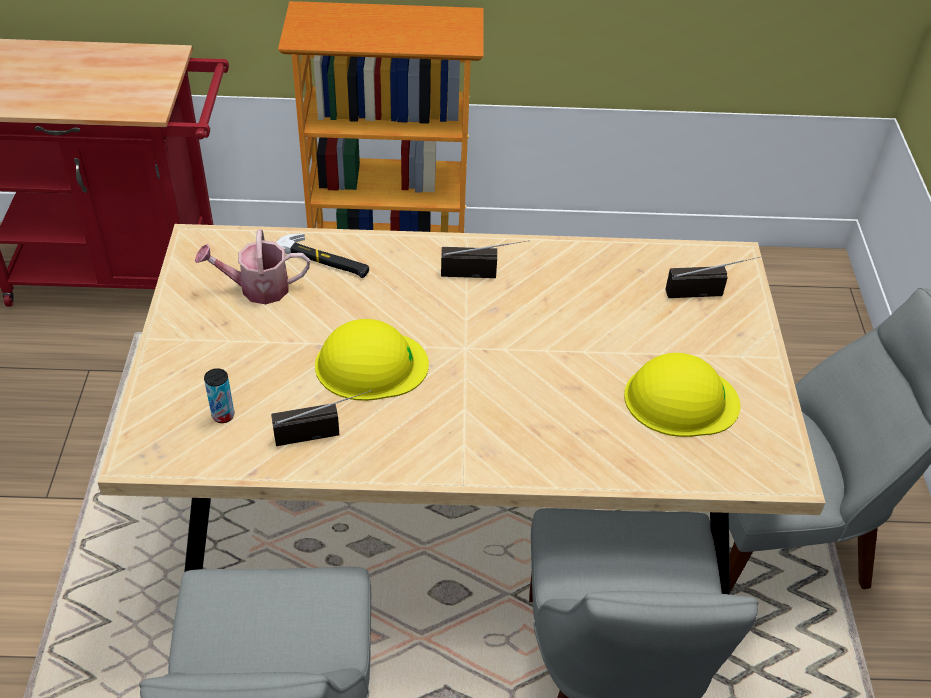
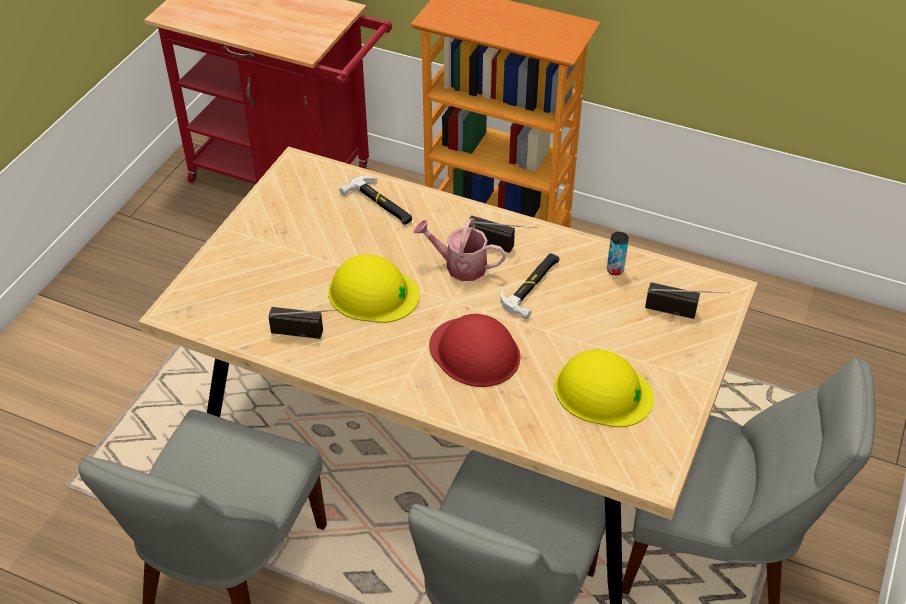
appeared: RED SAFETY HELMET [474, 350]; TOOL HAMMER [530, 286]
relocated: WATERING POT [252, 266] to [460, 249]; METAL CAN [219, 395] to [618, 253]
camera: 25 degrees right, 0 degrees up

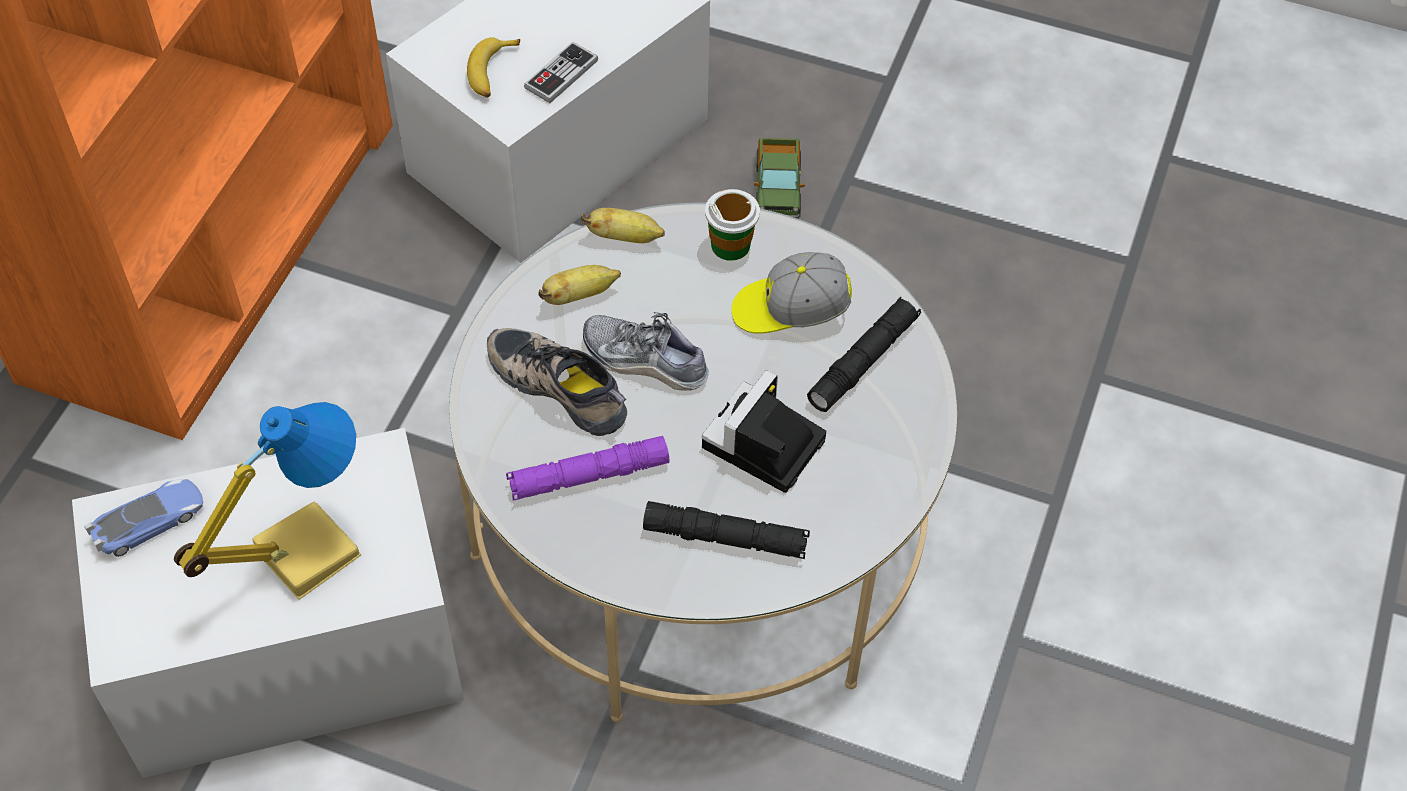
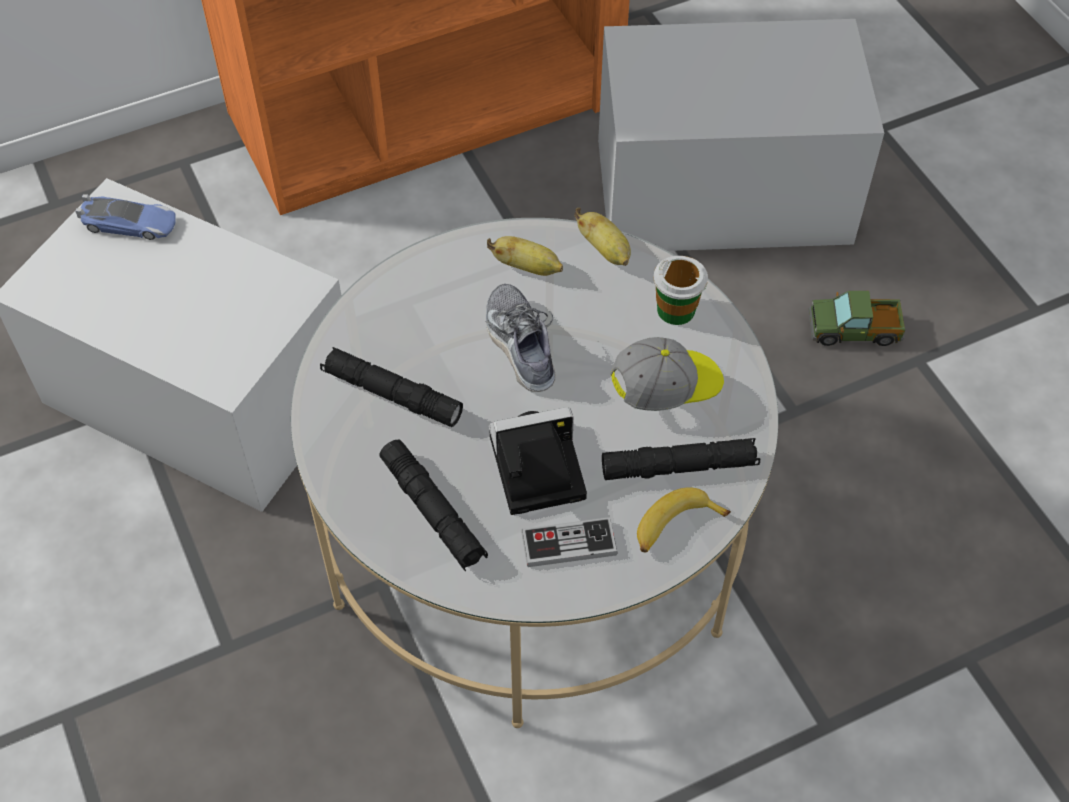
missing: TABLETOP LAMP [267, 501]; LOW SHOE [557, 382]
relocated: GAME CONTROLLER [561, 72] to [569, 542]; BANANA FRUIT [493, 67] to [684, 519]
colour: PURPLISH TORCH [588, 468] to BLACKISH TORCH [391, 387]
spun: PEAKED CAP [792, 292] = [667, 374] 120 degrees clockwise; TOY TRUCK [779, 178] = [856, 318] 45 degrees clockwise
camera: 45 degrees right, 0 degrees up

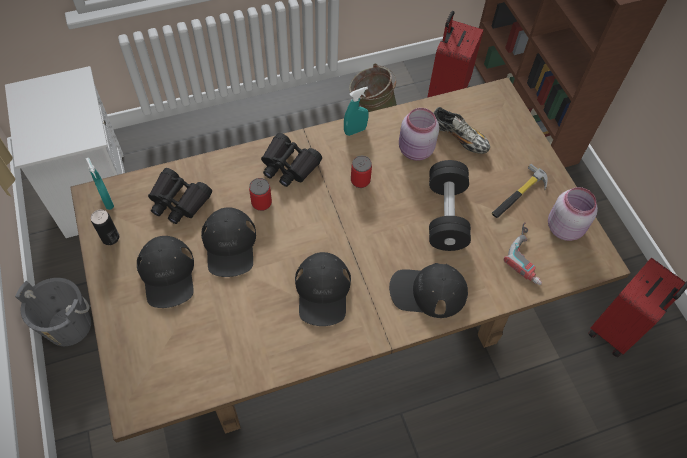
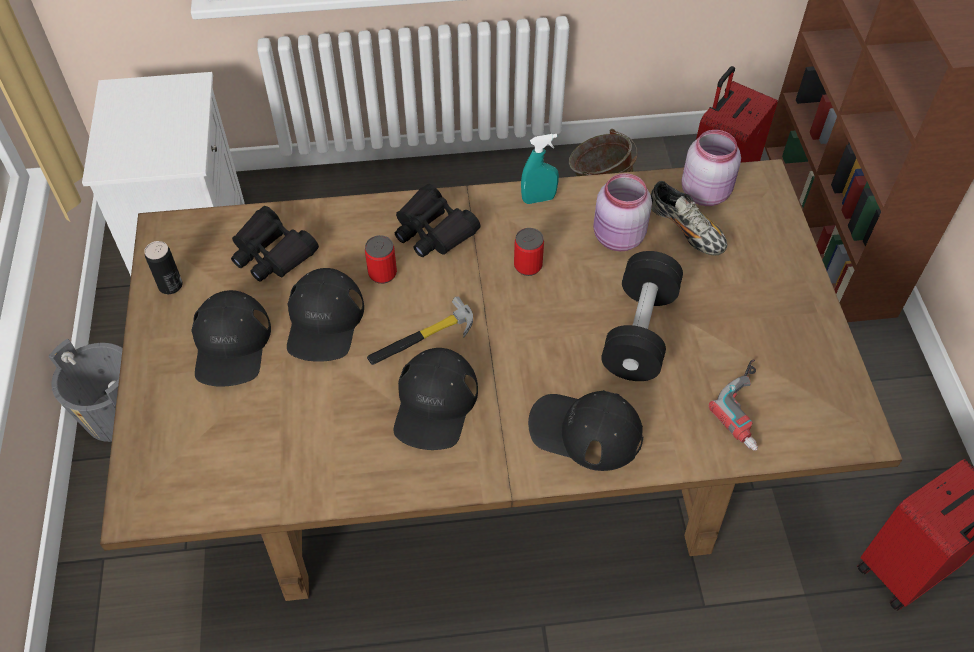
missing: TURQUOISE-COLOURED SPRAY BOTTLE [100, 184]
relocated: TOOL HAMMER [520, 191] to [420, 331]; PINKISH PRESERVE JAR [573, 214] to [711, 168]
camera: 15 degrees right, 5 degrees down

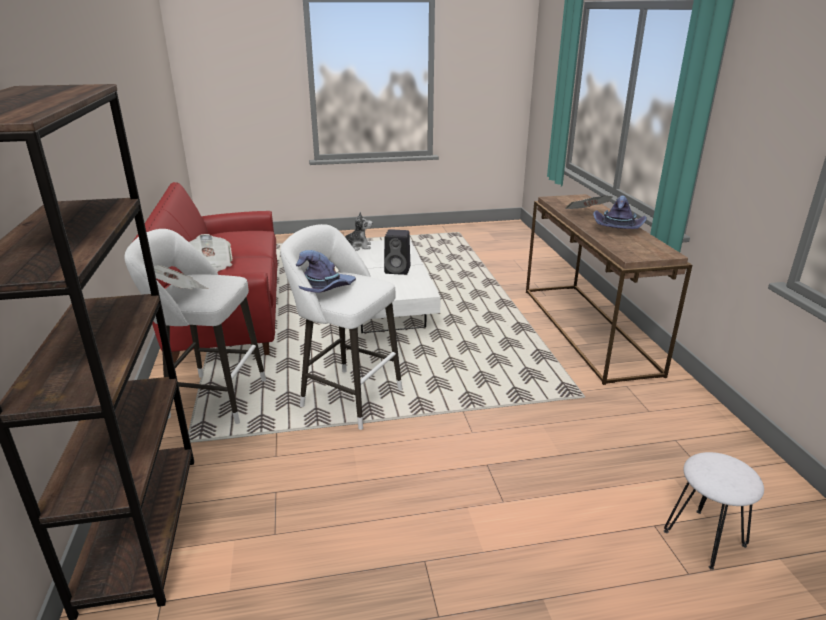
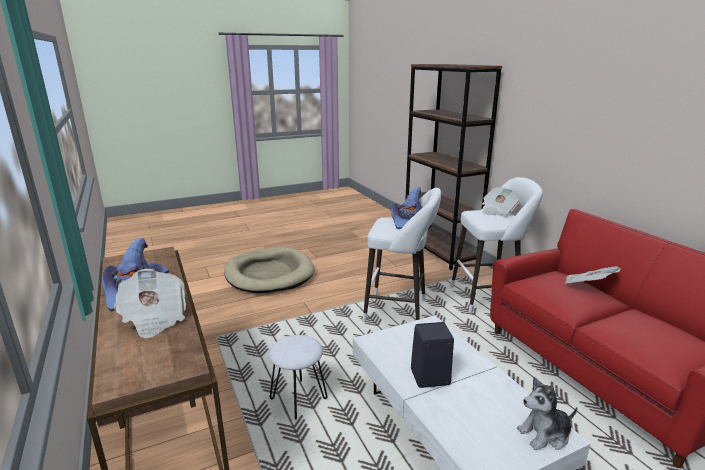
appeared: SAND-COLOURED DOG BED [269, 270]
relocated: WHITE-COLOURED STOOL SEAT [714, 511] to [298, 377]
camera: 165 degrees right, 5 degrees down

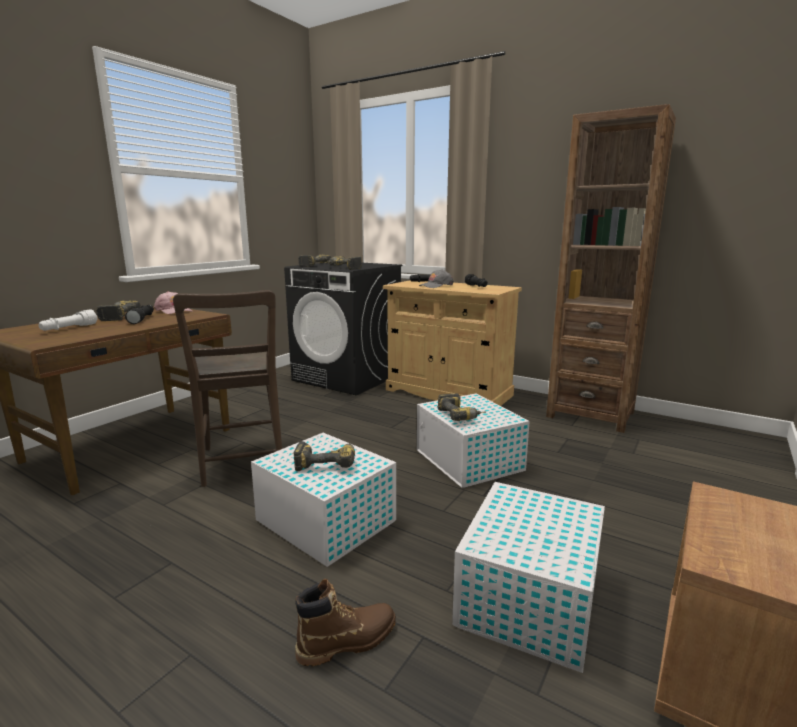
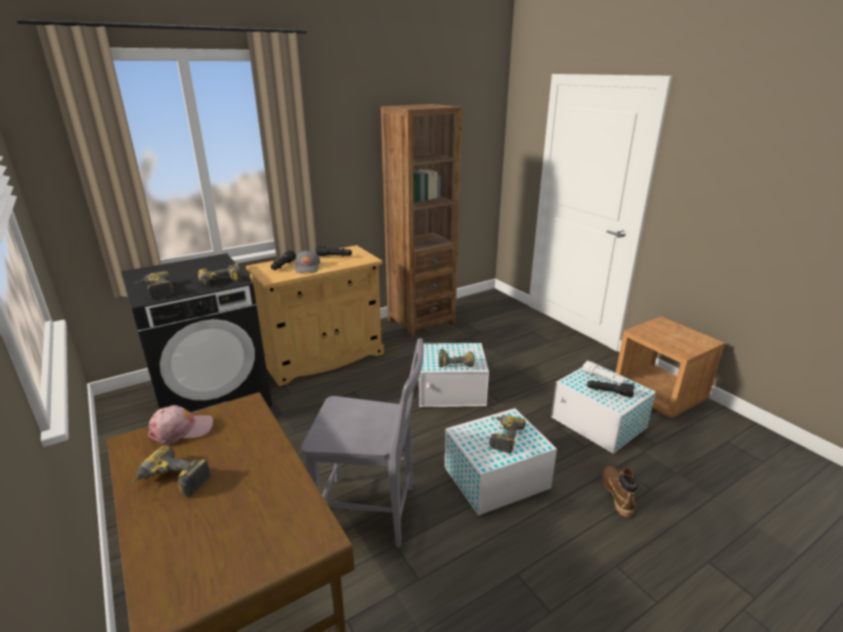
relocated: WHITE-COLOURED TORCH [68, 320] to [603, 373]; BLACKISH TORCH [139, 314] to [611, 388]
colour: BROWN-COLOURED PLAIN CHAIR [227, 388] to GRAY PLAIN CHAIR [362, 442]
camera: 65 degrees left, 10 degrees up

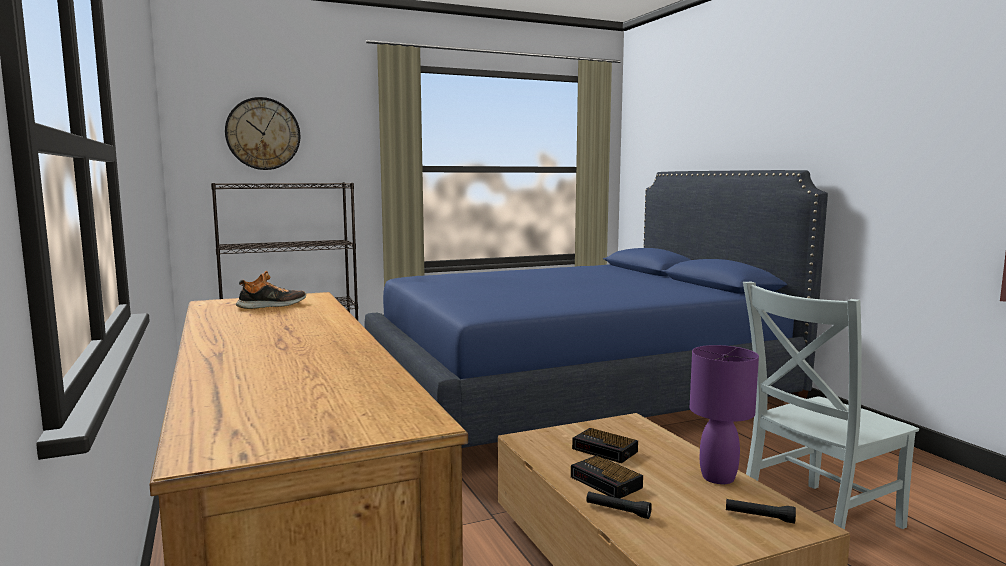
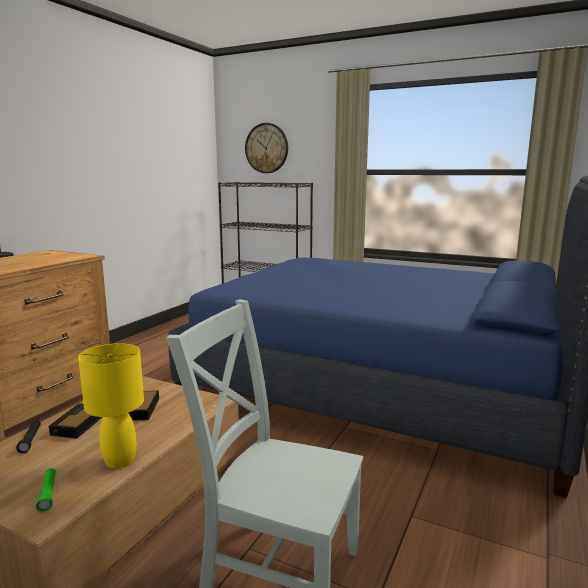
missing: LOW SHOE [271, 290]
colour: BLACKISH TORCH [761, 511] to GREEN-COLOURED TORCH [46, 490]; PURPLISH TABLETOP LAMP [724, 414] to YELLOW-COLOURED TABLETOP LAMP [111, 405]
camera: 50 degrees right, 5 degrees up

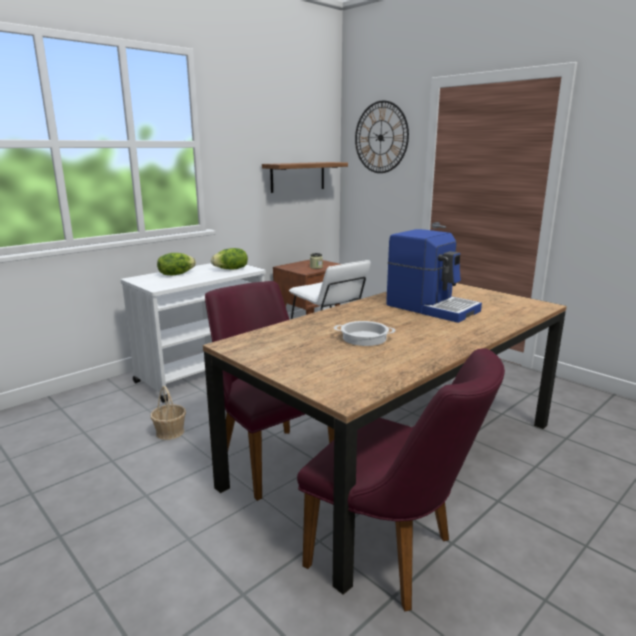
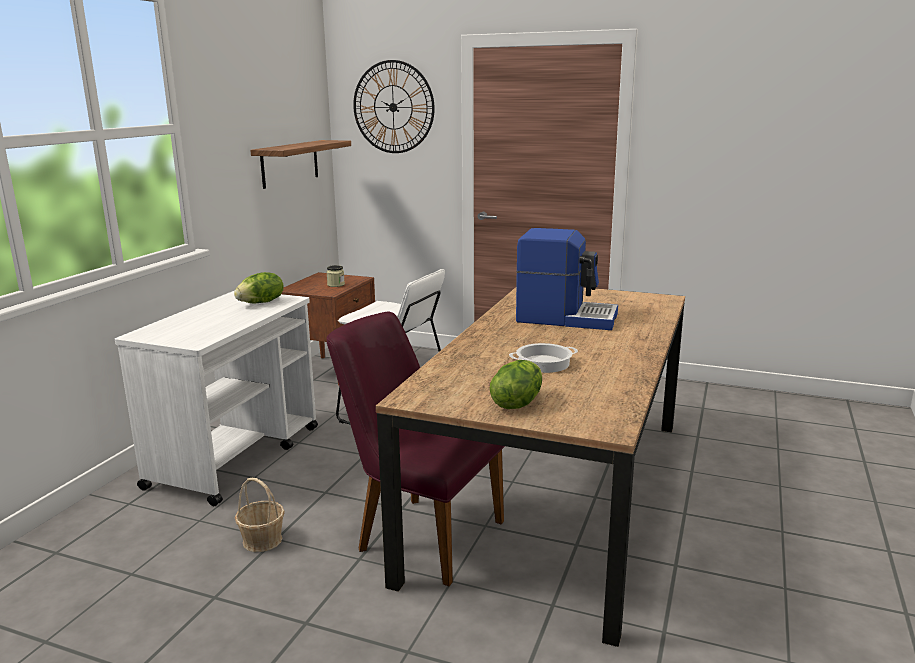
missing: PURPLISH PLAIN CHAIR [401, 480]
relocated: LETTUCE HEAD [176, 264] to [516, 384]
camera: 25 degrees left, 0 degrees up

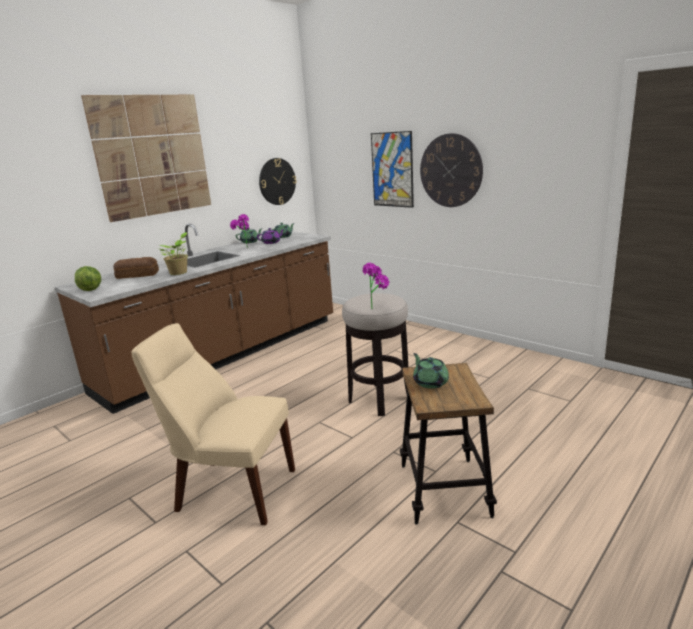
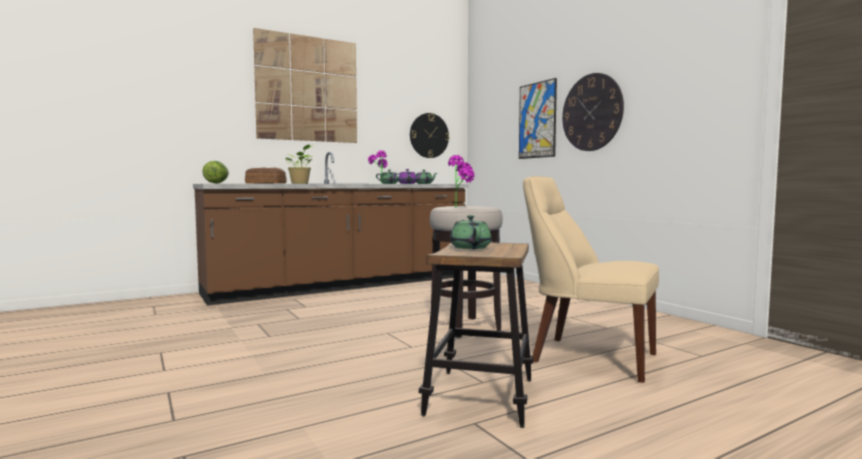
relocated: SAND-COLOURED PLAIN CHAIR [213, 424] to [591, 279]
camera: 15 degrees right, 15 degrees down

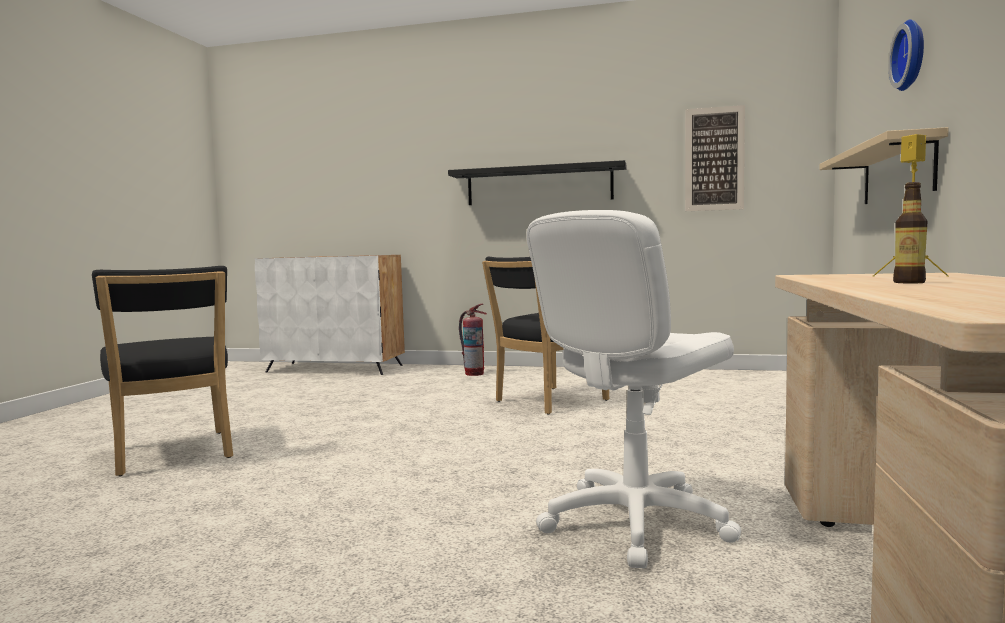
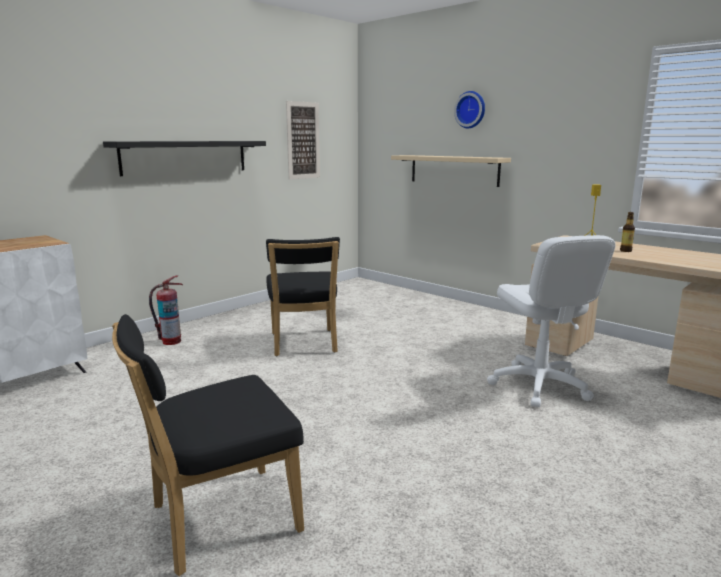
spun: BLACKISH PLAIN CHAIR [162, 371] = [208, 445] 150 degrees clockwise
camera: 60 degrees left, 10 degrees up

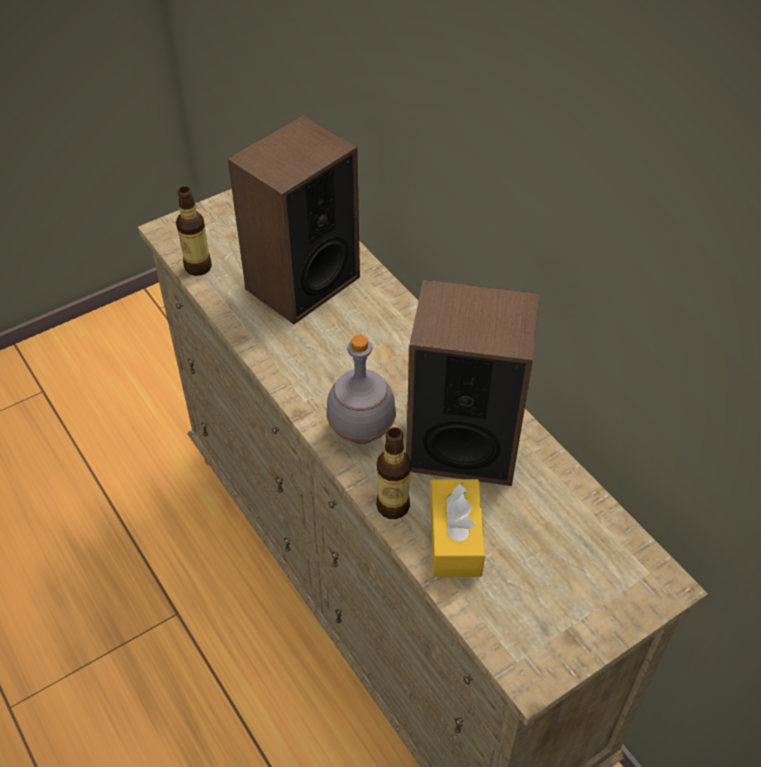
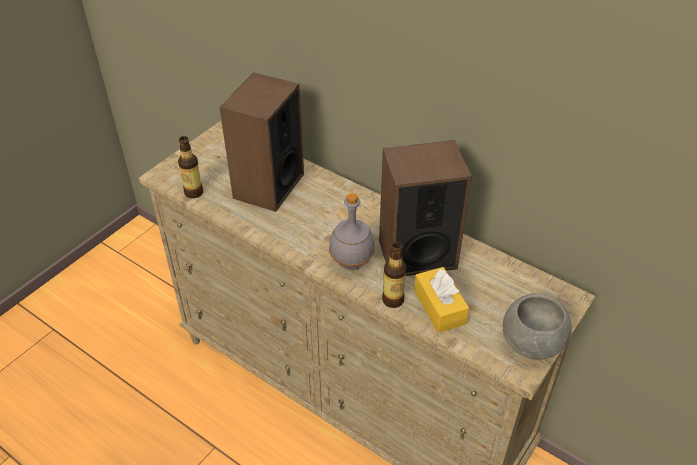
appeared: GRAY SERVING BOWL [537, 326]
camera: 20 degrees left, 5 degrees down

